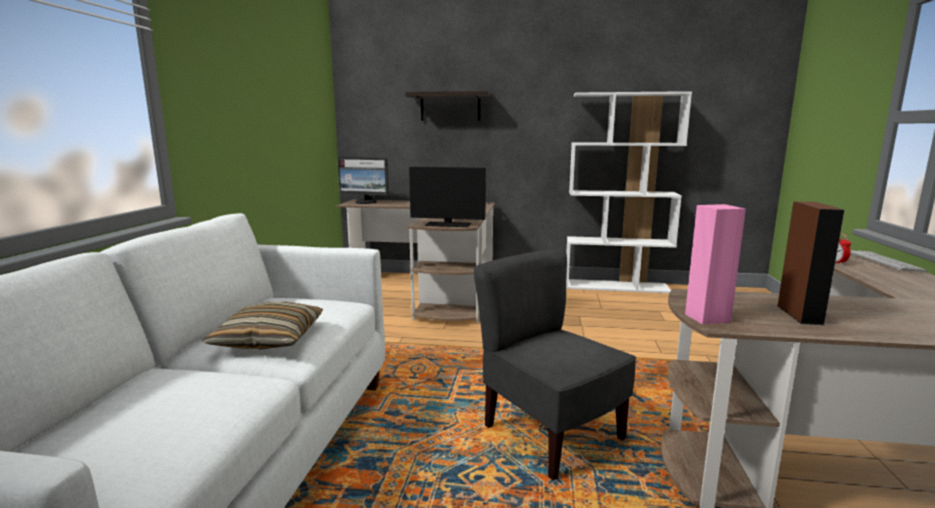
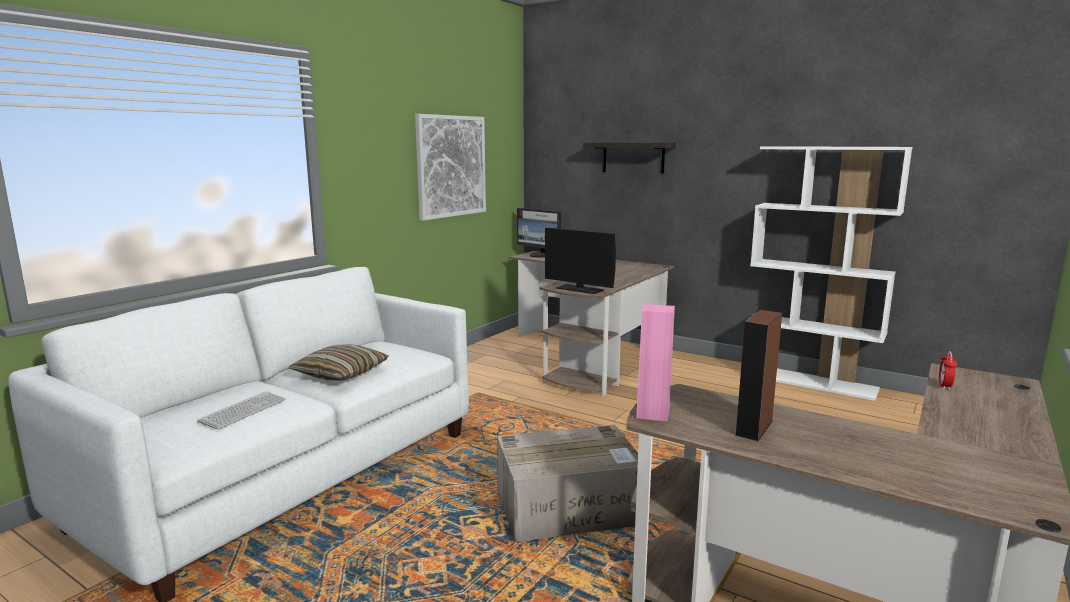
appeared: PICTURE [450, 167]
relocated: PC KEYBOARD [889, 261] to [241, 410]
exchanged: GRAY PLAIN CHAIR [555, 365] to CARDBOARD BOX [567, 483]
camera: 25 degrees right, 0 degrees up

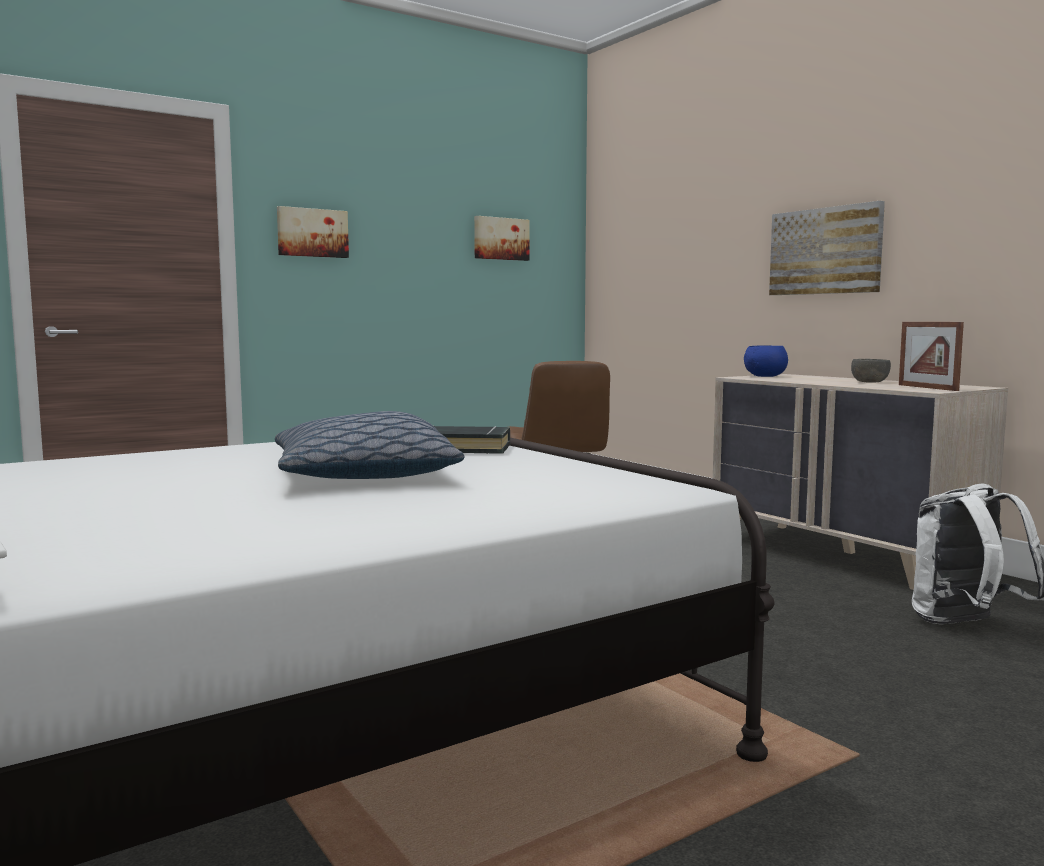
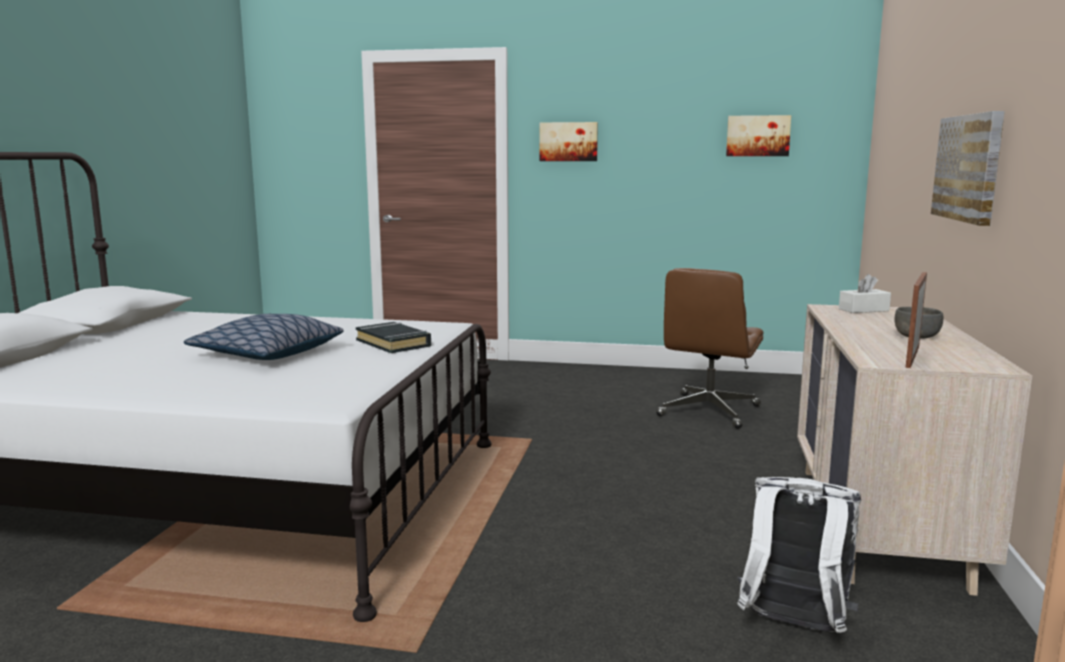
exchanged: BLUE SERVING BOWL [766, 361] to WHITE-COLOURED BOX OF TISSUES [865, 293]
camera: 45 degrees right, 5 degrees up

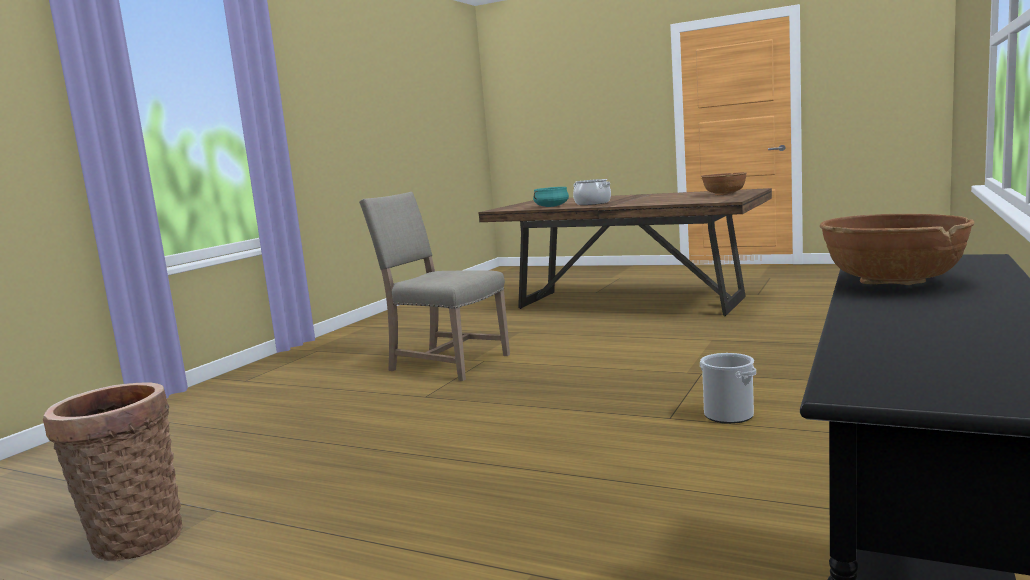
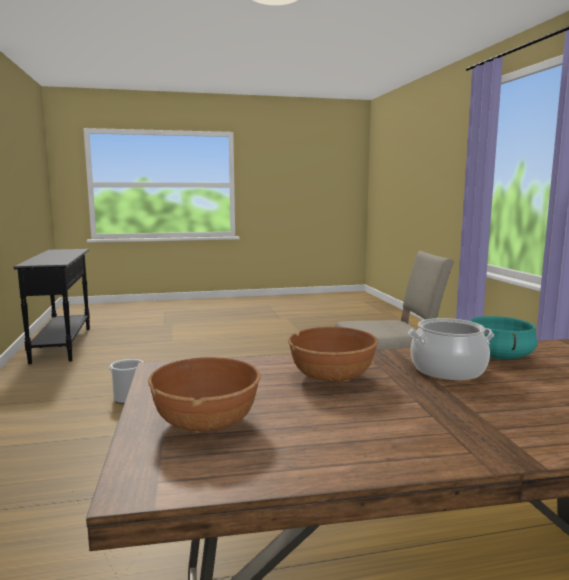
missing: STORAGE BASKET [113, 471]
relocated: BROWN-COLOURED SERVING BOWL [897, 249] to [333, 354]
camera: 140 degrees right, 0 degrees up

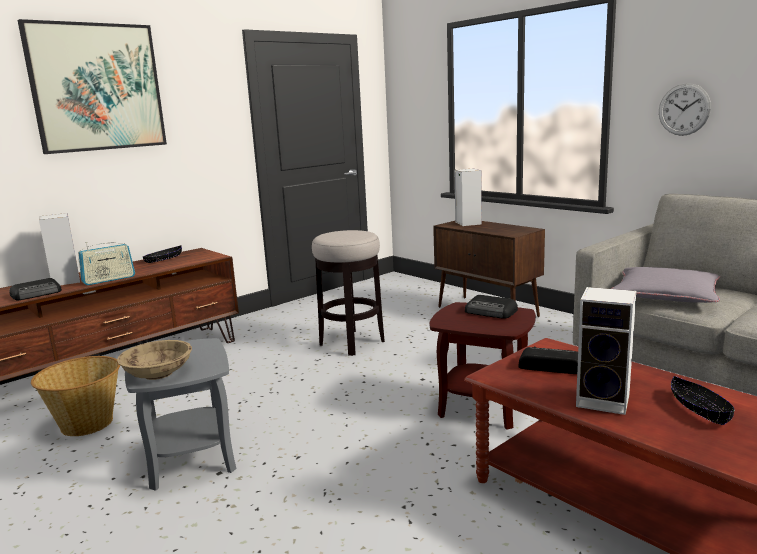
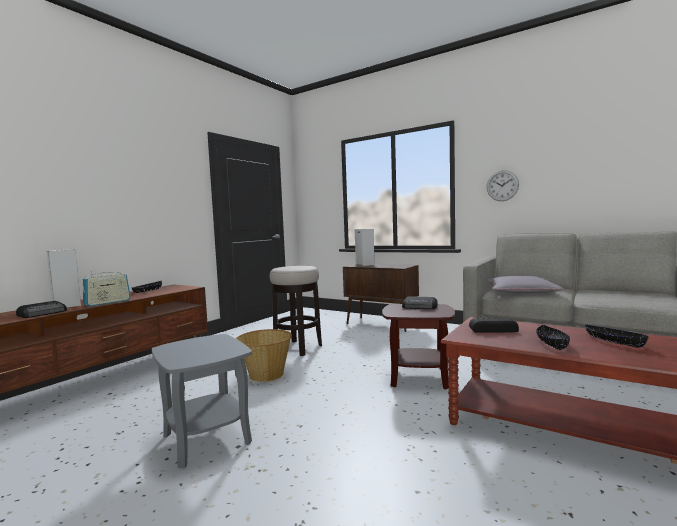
missing: PICTURE [92, 86]; SAND-COLOURED SERVING BOWL [154, 360]
relocated: STORAGE BASKET [75, 396] to [264, 355]
exchanged: SPEAKER [606, 351] to BLACKISH SERVING BOWL [553, 337]
camera: 15 degrees left, 10 degrees down

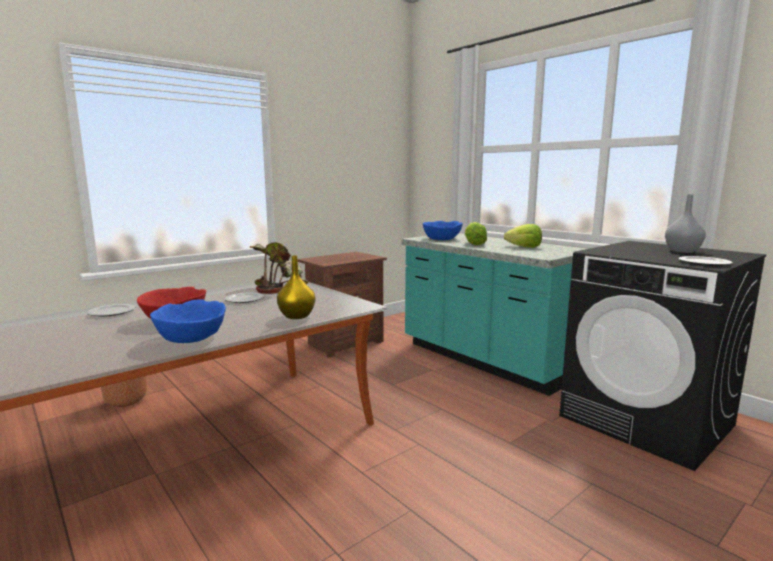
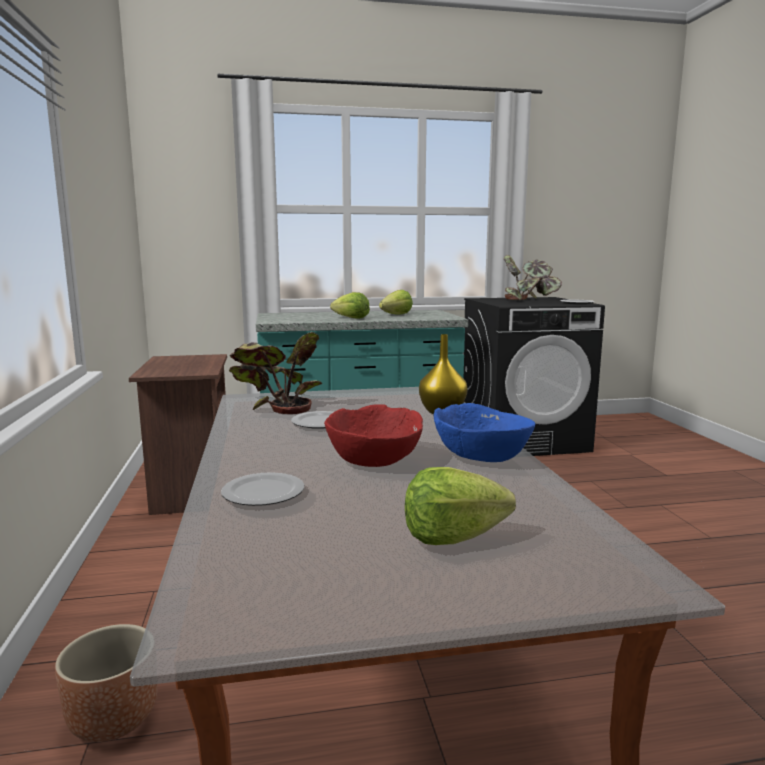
missing: BLUE SERVING BOWL [443, 230]
appeared: LETTUCE HEAD [460, 506]
exchanged: GRAY VASE [685, 223] to PLANT IN A POT [533, 277]
camera: 60 degrees left, 0 degrees up

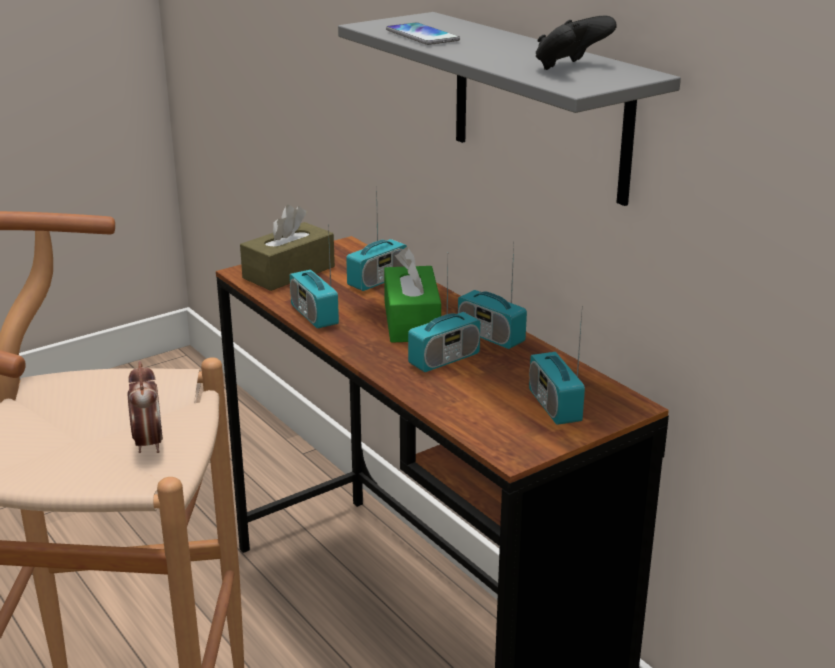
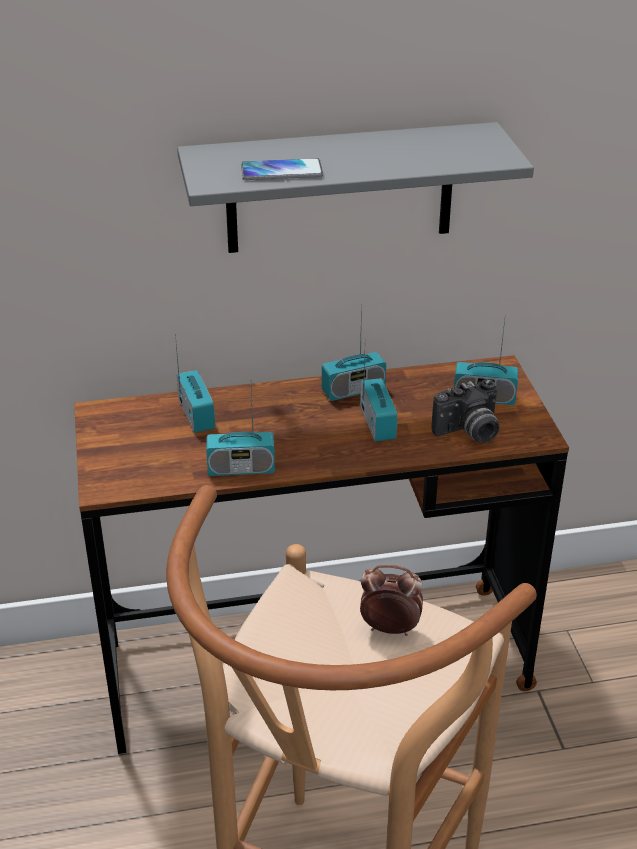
missing: BROWN-COLOURED BOX OF TISSUES [287, 248]; GREEN-COLOURED BOX OF TISSUES [412, 295]; BLACKISH GAME CONTROLLER [576, 43]
appeared: PHOTO CAMERA [465, 411]
camera: 65 degrees left, 10 degrees up

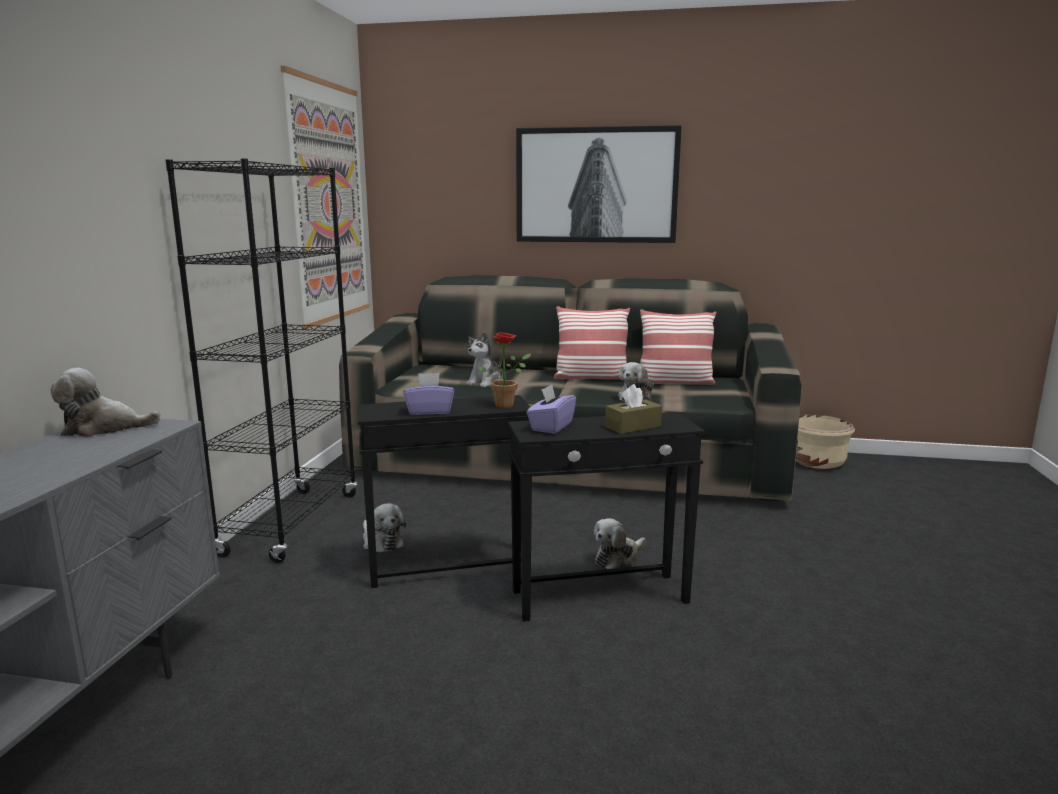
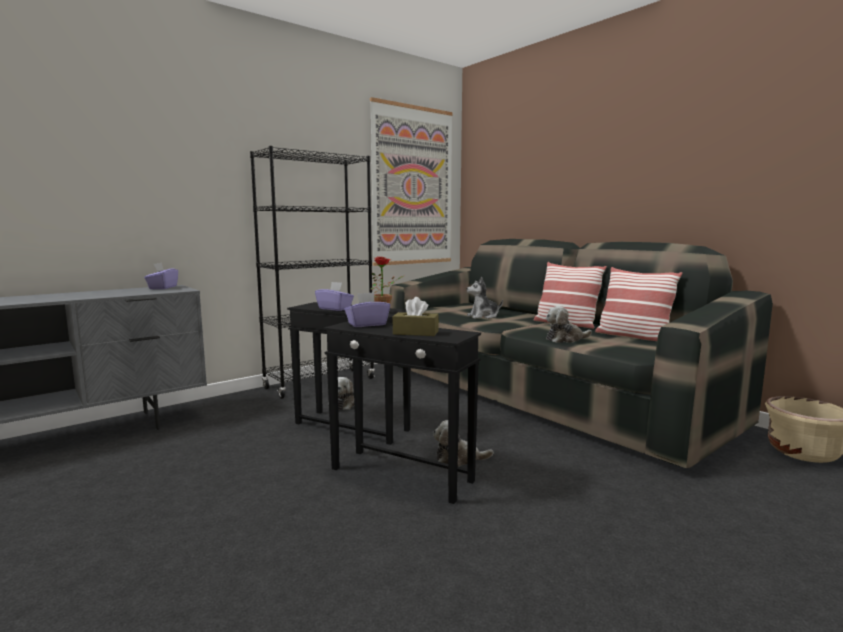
missing: PICTURE [599, 184]
exchanged: CUDDLY TOY [105, 402] to PURPLISH BOX OF TISSUES [161, 276]
camera: 40 degrees right, 5 degrees down

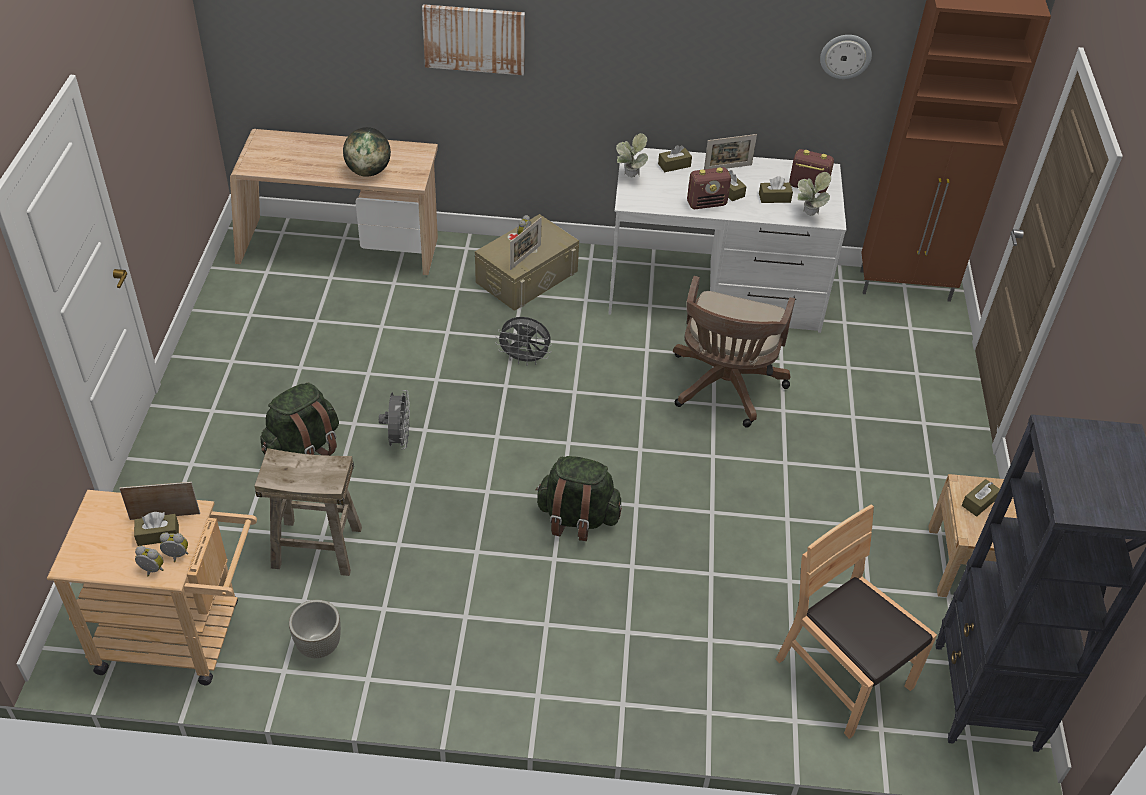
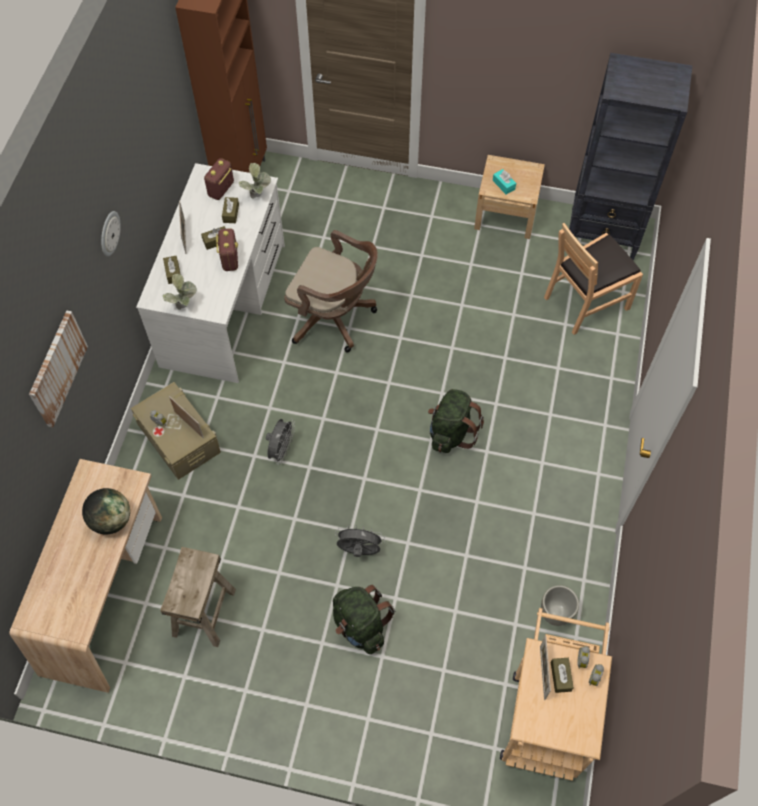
relocated: WALL CLOCK [846, 57] to [111, 234]; SAND-COLOURED STOOL SEAT [308, 512] to [198, 597]
colour: BROWN-COLOURED BOX OF TISSUES [981, 498] to TURQUOISE-COLOURED BOX OF TISSUES [504, 181]
camera: 80 degrees left, 15 degrees up

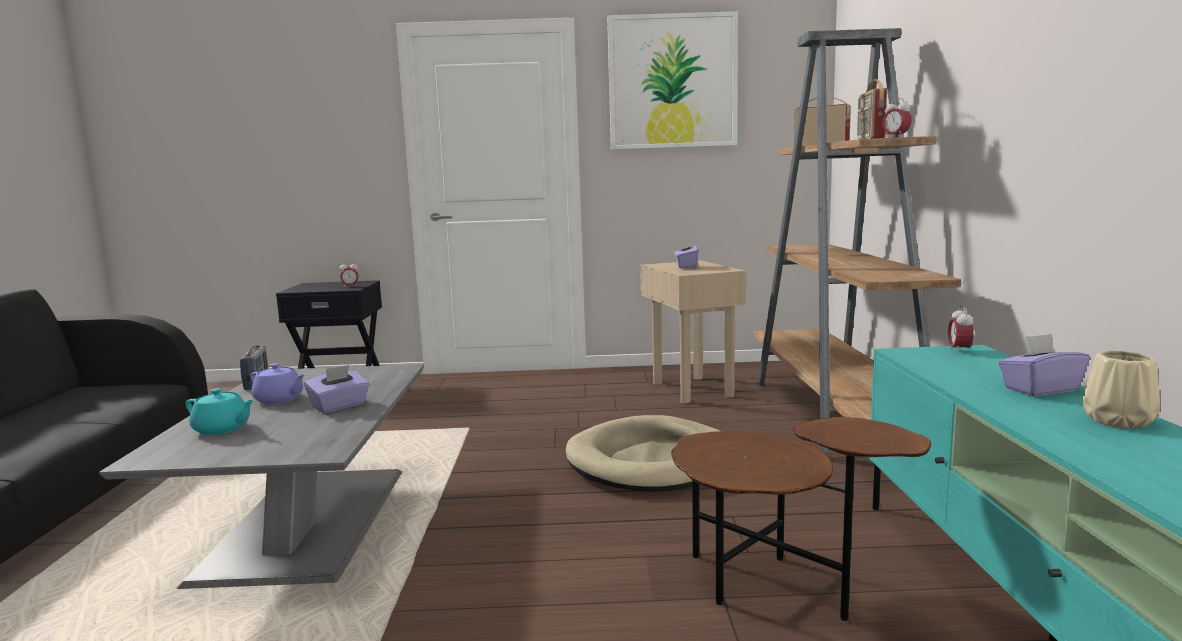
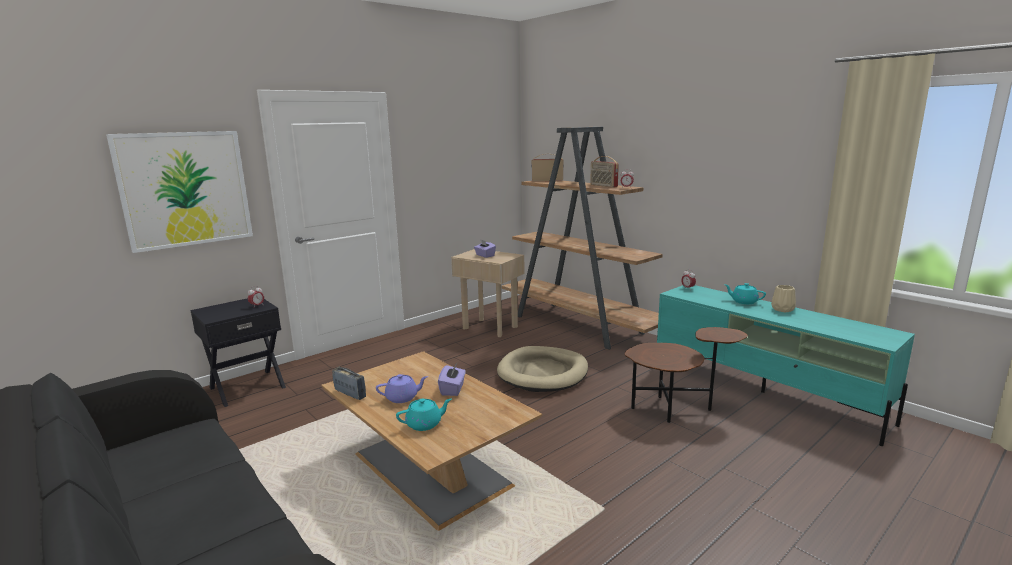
relocated: PICTURE [672, 80] to [179, 192]
exchanged: PURPLISH BOX OF TISSUES [1044, 365] to TURQUOISE-COLOURED POT FOR TEA [745, 293]
colour: GRAY LOW TABLE [261, 476] to BROWN-COLOURED LOW TABLE [431, 441]
camera: 40 degrees left, 5 degrees up

